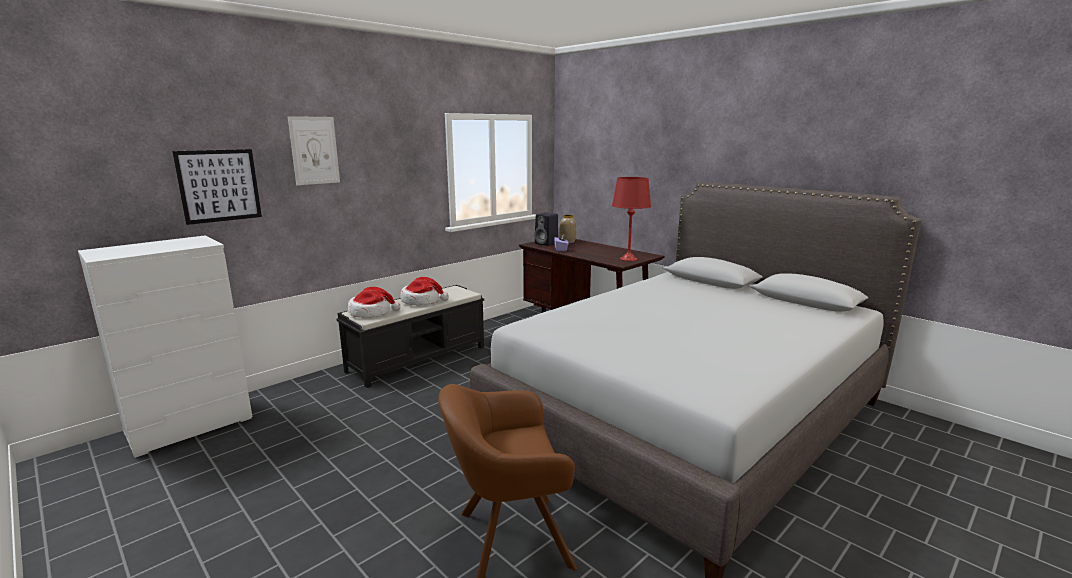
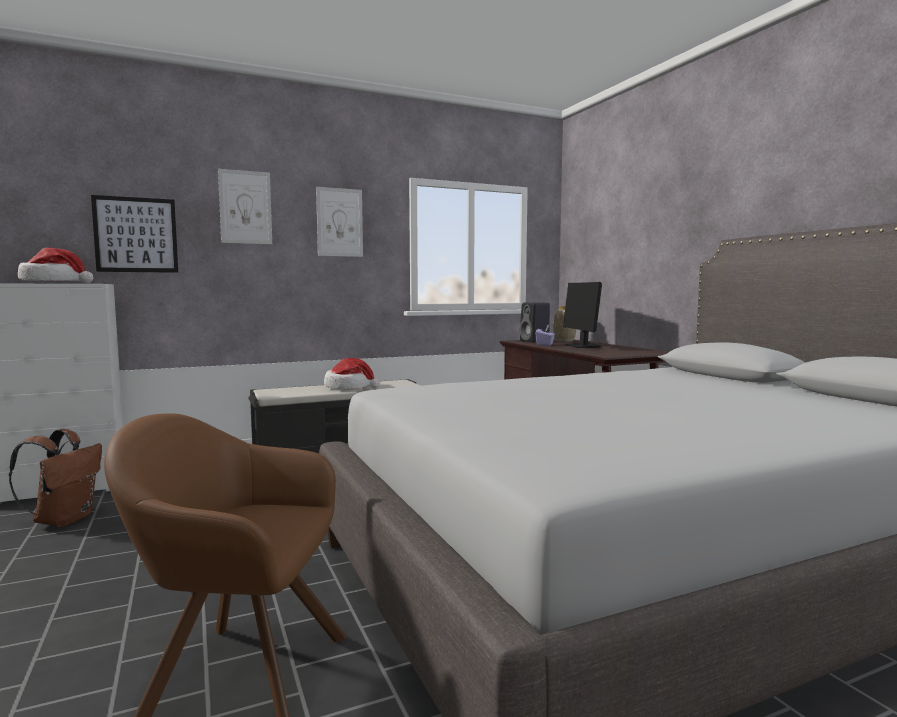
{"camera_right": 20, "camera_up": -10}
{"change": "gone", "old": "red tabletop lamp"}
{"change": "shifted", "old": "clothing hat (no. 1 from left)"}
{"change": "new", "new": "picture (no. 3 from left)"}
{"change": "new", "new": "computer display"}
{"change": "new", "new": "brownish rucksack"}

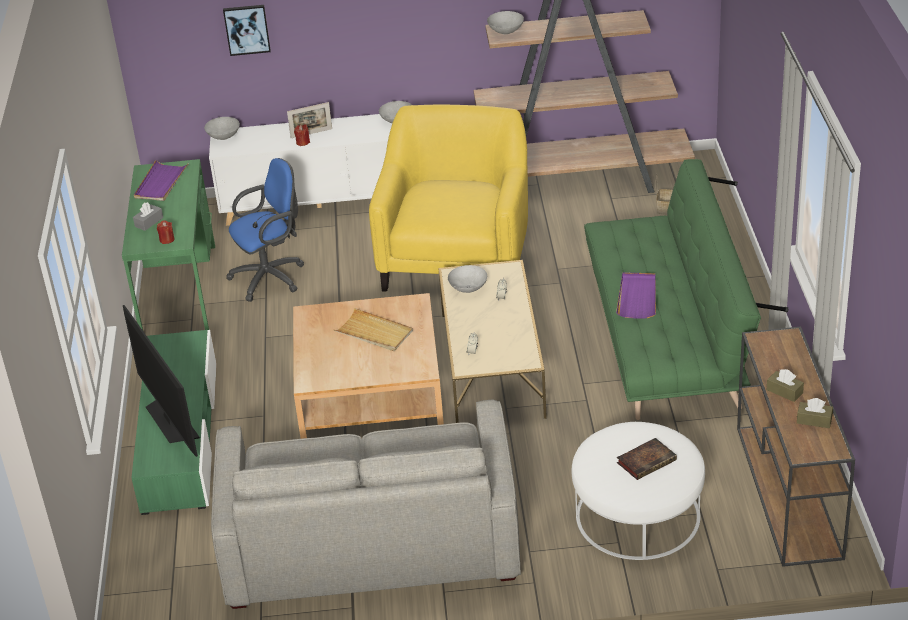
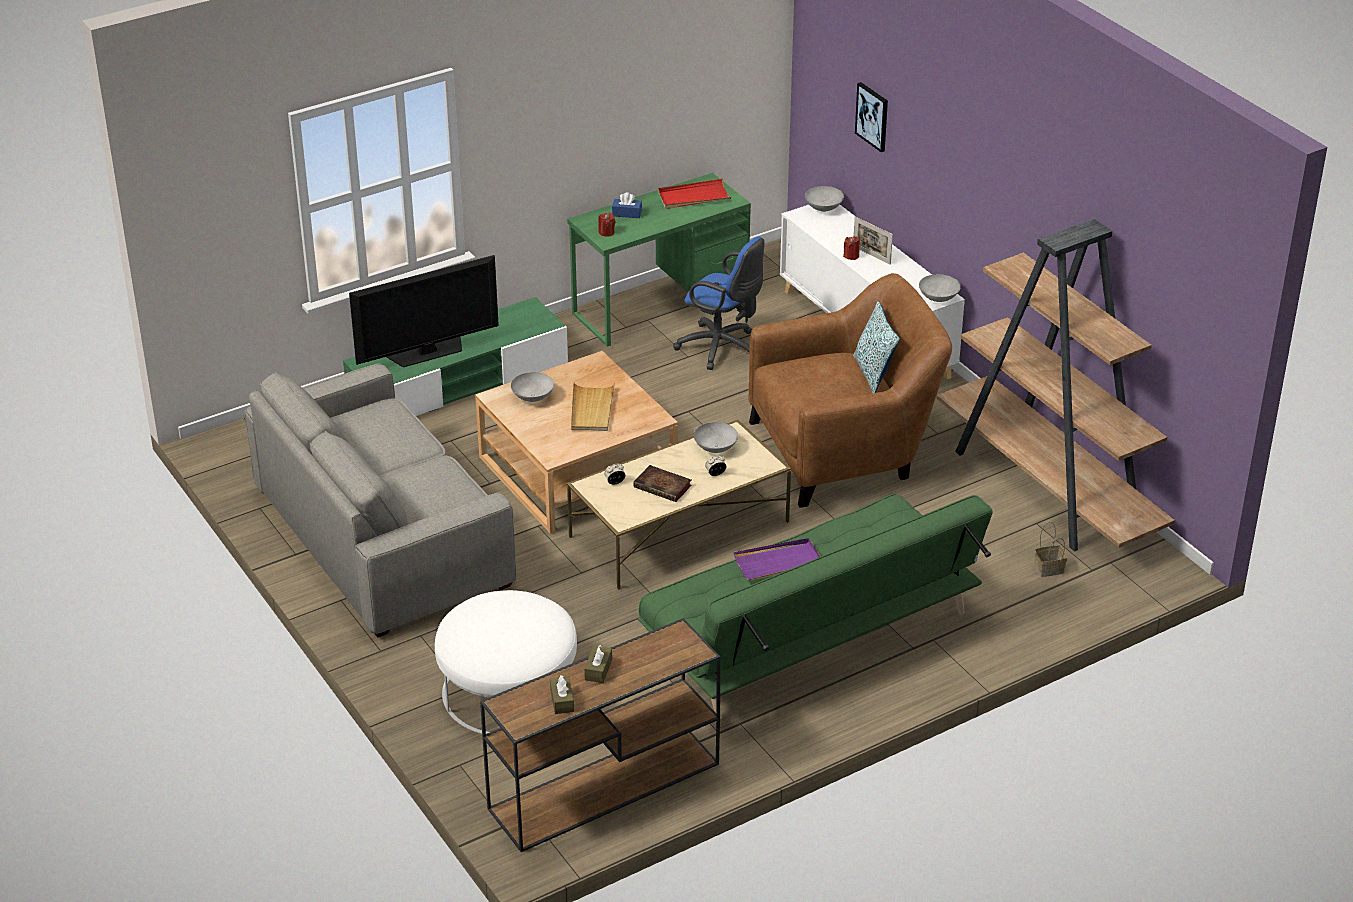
{"camera_right": 60, "camera_up": 0}
{"change": "shifted", "old": "gray deep dish (no. 4 from left in the first image)", "new": "gray deep dish (no. 1 from left)"}
{"change": "repainted", "old": "yellowish armchair", "new": "brownish armchair"}
{"change": "repainted", "old": "purplish serving tray (no. 1 from left)", "new": "red serving tray"}
{"change": "repainted", "old": "gray tissue box", "new": "blue-coloured tissue box"}
{"change": "rotated", "old": "TV", "degrees": -150}
{"change": "shifted", "old": "volume"}
{"change": "new", "new": "throw pillow"}

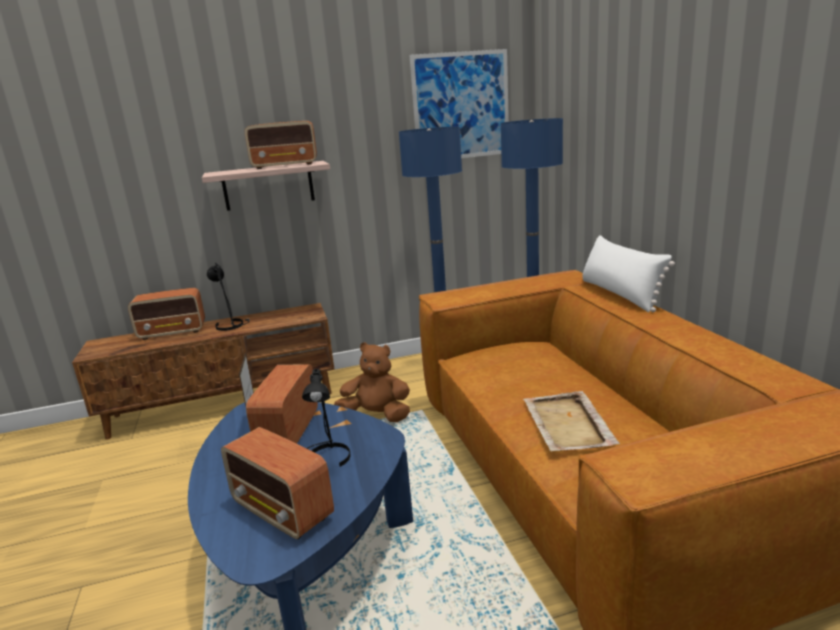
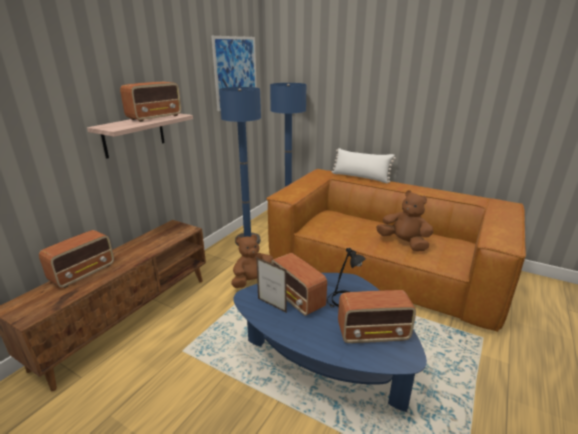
{"camera_right": -45, "camera_up": 5}
{"change": "gone", "old": "black-coloured tabletop lamp (no. 1 from left)"}
{"change": "swapped", "old": "sand-coloured serving tray", "new": "brownish plush toy (no. 2 from left)"}

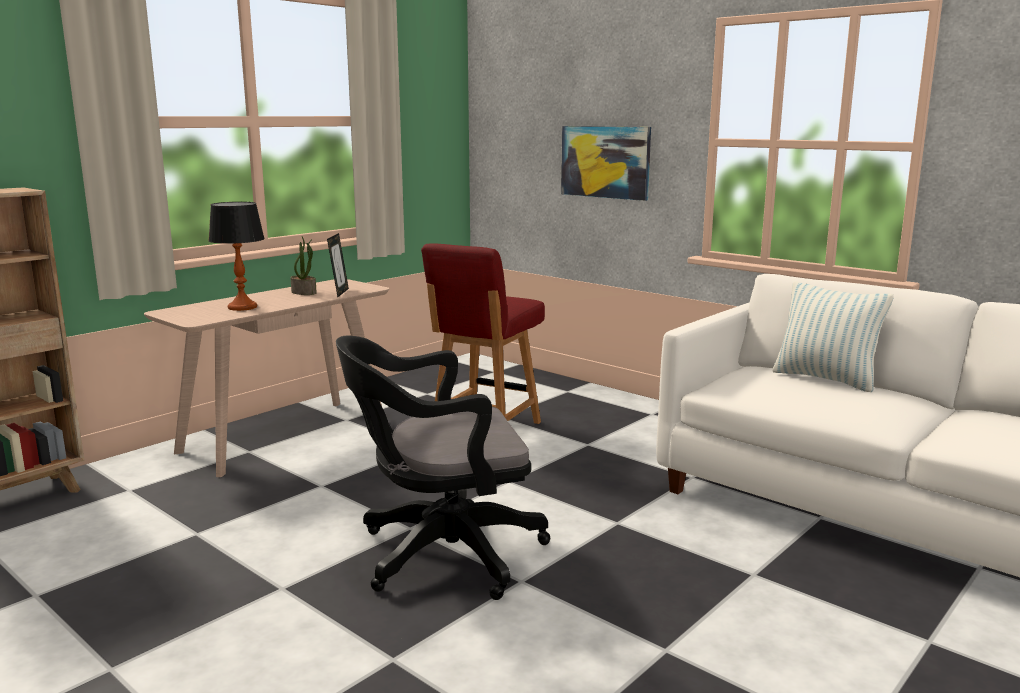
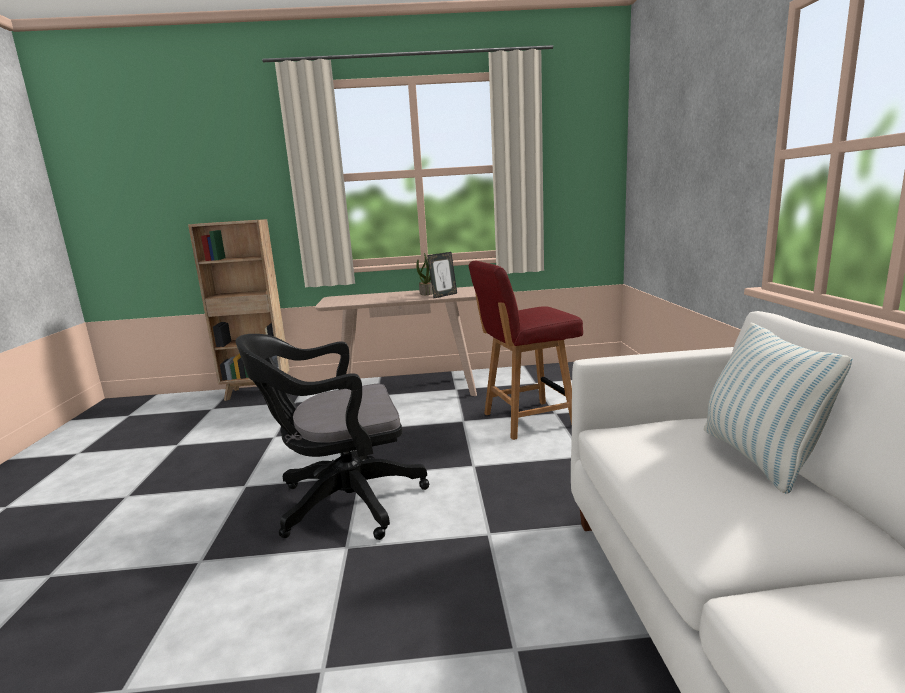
{"camera_right": 45, "camera_up": 0}
{"change": "gone", "old": "picture"}
{"change": "gone", "old": "tabletop lamp"}
{"change": "rotated", "old": "black-coloured computer chair", "degrees": -45}

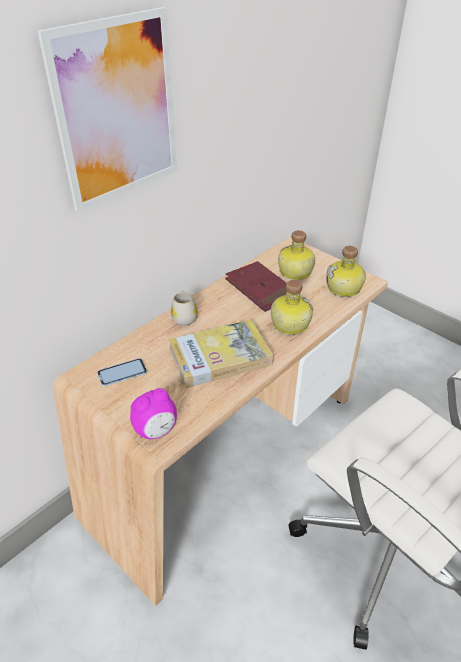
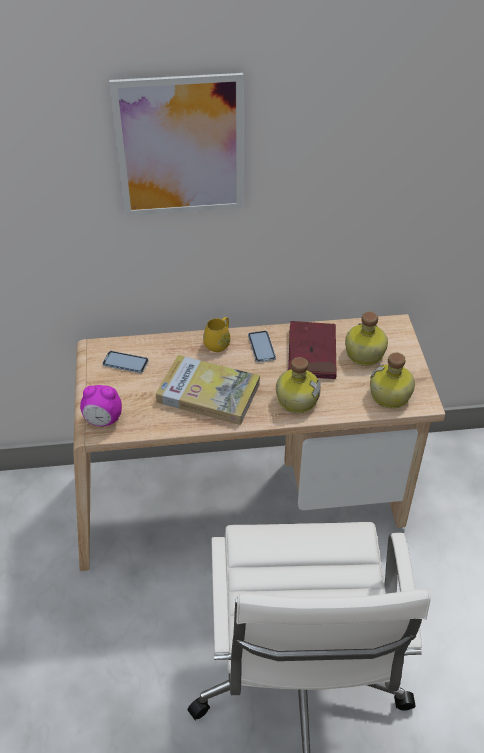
{"camera_right": 40, "camera_up": 5}
{"change": "repainted", "old": "white tea mug", "new": "yellowish tea mug"}
{"change": "new", "new": "telephone (no. 2 from left)"}

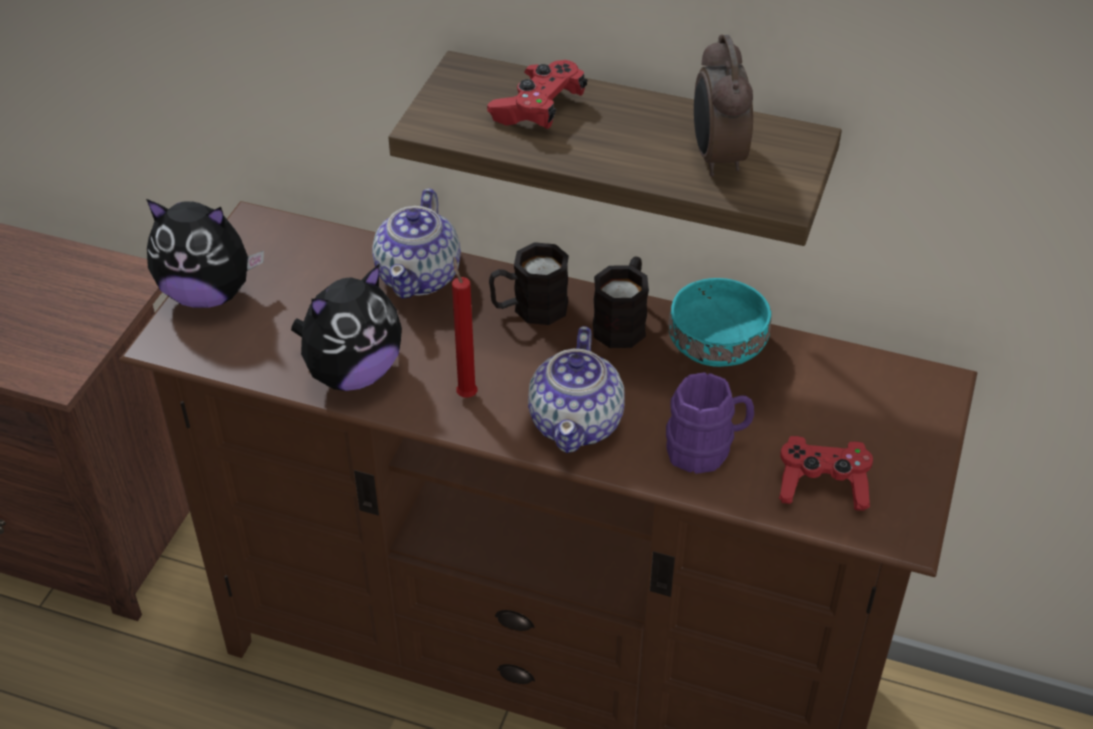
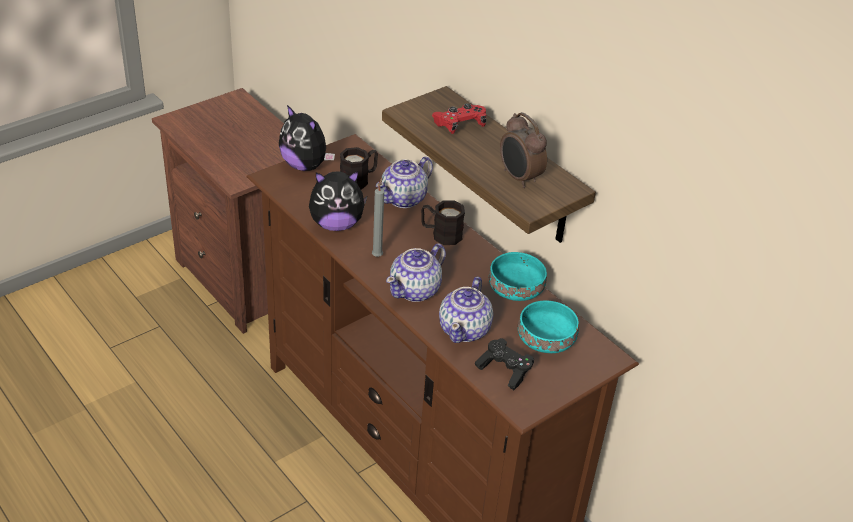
{"camera_right": 30, "camera_up": -5}
{"change": "rotated", "old": "bedside clock", "degrees": -60}
{"change": "repainted", "old": "red wax light", "new": "gray wax light"}
{"change": "shifted", "old": "black-coloured tea mug (no. 2 from left in the first image)", "new": "black-coloured tea mug (no. 1 from left)"}
{"change": "swapped", "old": "purplish tea mug", "new": "teapot (no. 3 from left)"}
{"change": "repainted", "old": "red gamepad (no. 2 from left)", "new": "black-coloured gamepad"}
{"change": "new", "new": "turquoise deep dish (no. 2 from left)"}

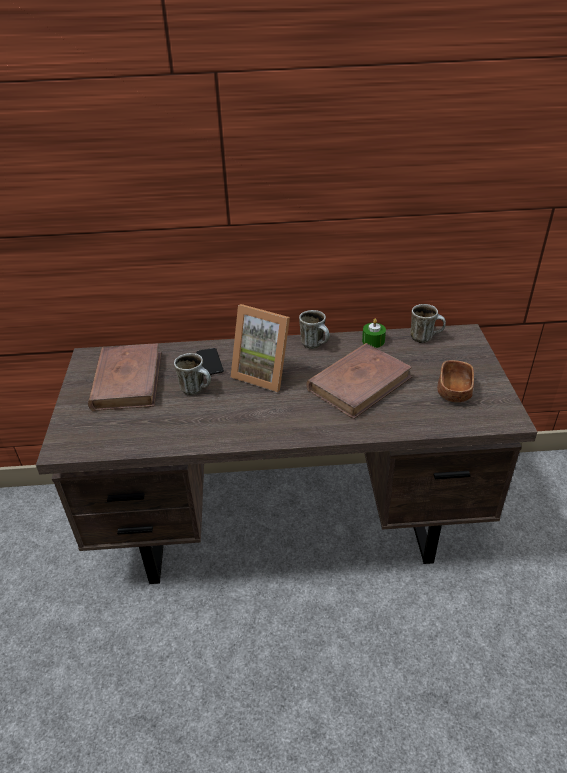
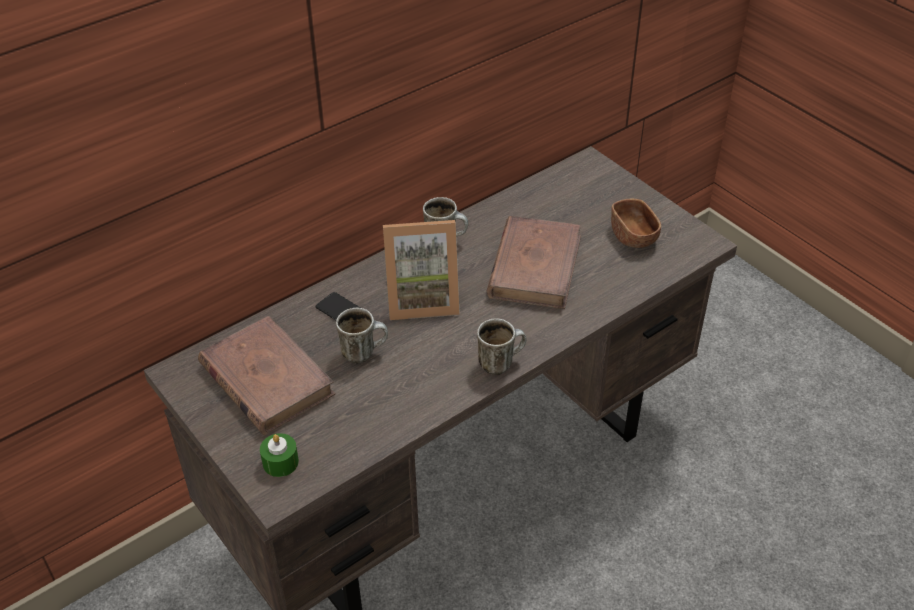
{"camera_right": -35, "camera_up": 5}
{"change": "shifted", "old": "tea mug (no. 3 from left)"}
{"change": "shifted", "old": "green wax light"}

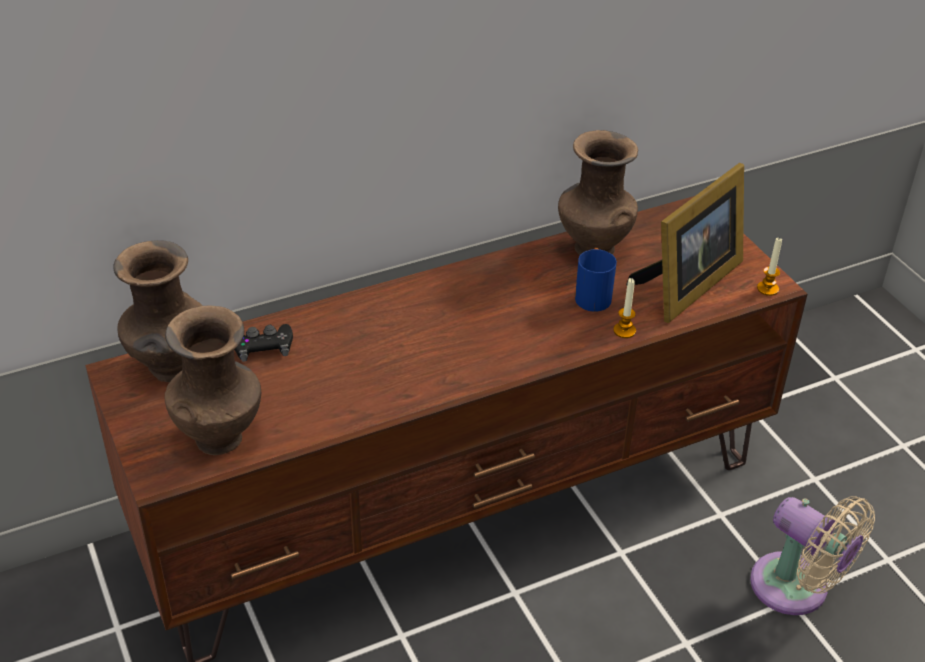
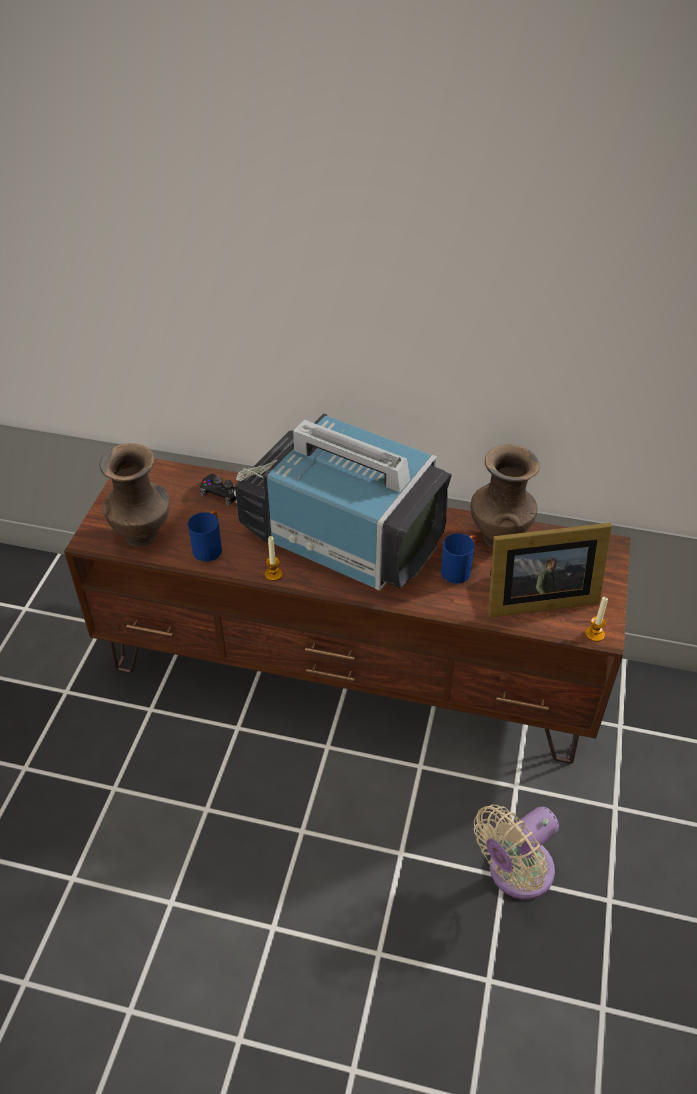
{"camera_right": 40, "camera_up": 5}
{"change": "gone", "old": "brownish decorative vase (no. 1 from left)"}
{"change": "shifted", "old": "wax light (no. 1 from left)"}
{"change": "rotated", "old": "sand-coloured fan", "degrees": 60}
{"change": "new", "new": "TV"}
{"change": "new", "new": "blue-coloured tea mug (no. 1 from left)"}

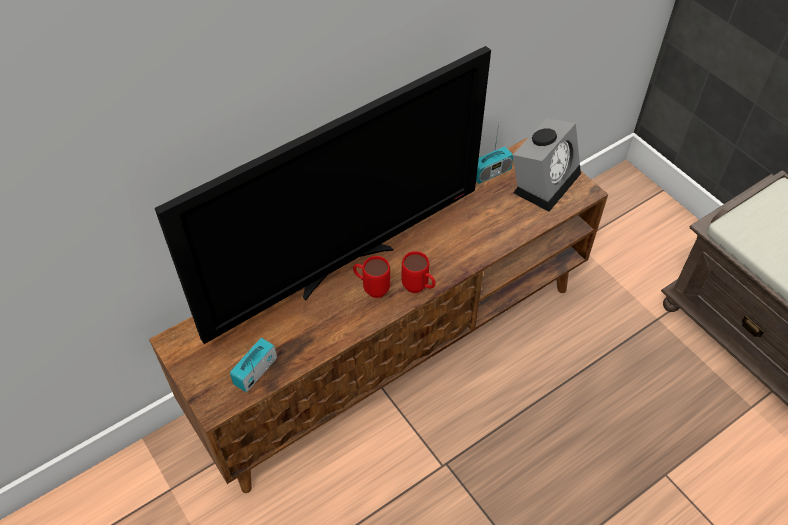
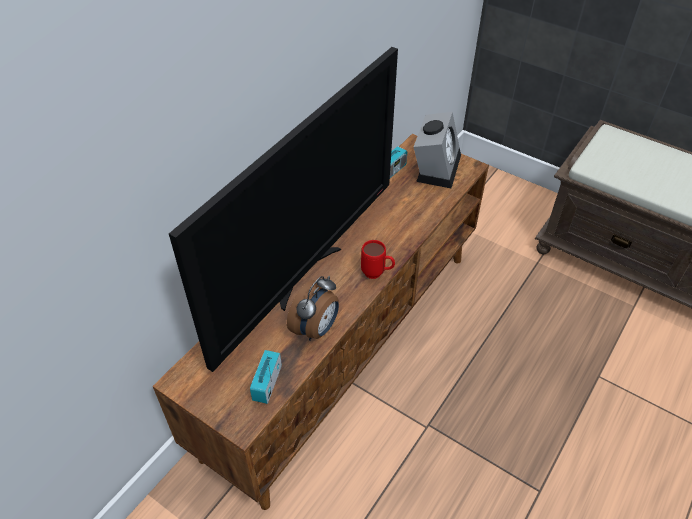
{"camera_right": -20, "camera_up": -5}
{"change": "gone", "old": "red tea mug (no. 1 from left)"}
{"change": "new", "new": "bedside clock (no. 1 from left)"}

